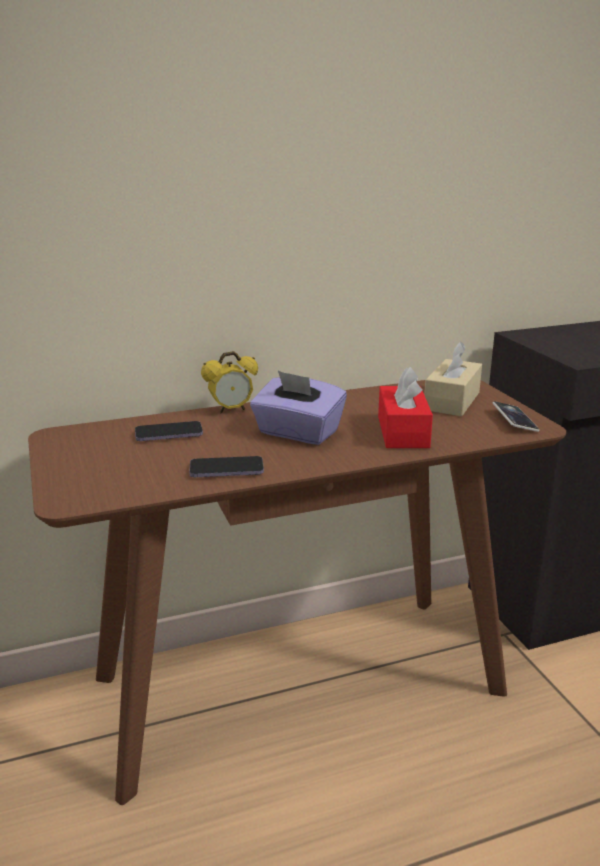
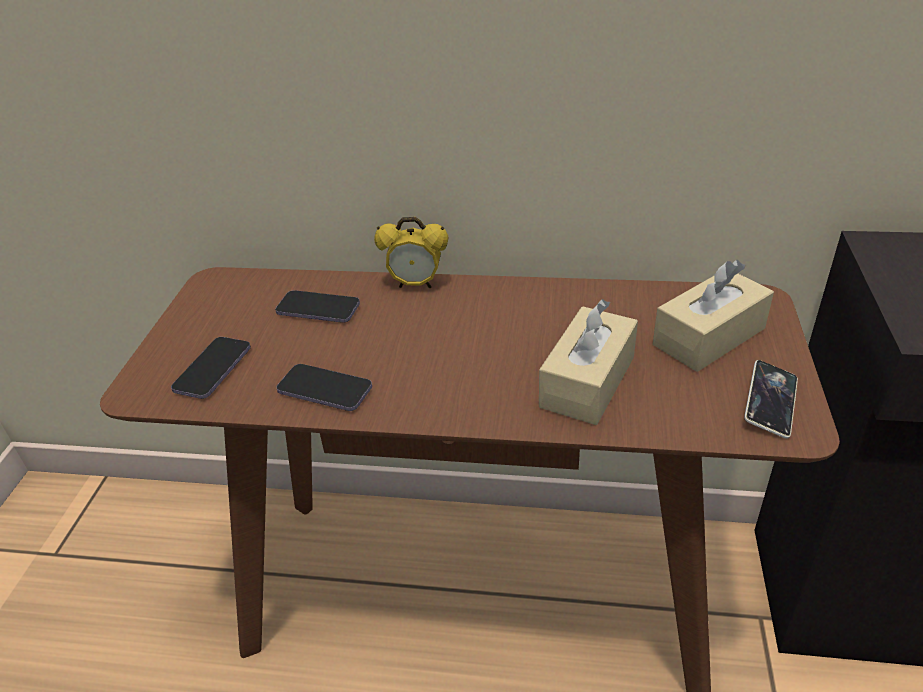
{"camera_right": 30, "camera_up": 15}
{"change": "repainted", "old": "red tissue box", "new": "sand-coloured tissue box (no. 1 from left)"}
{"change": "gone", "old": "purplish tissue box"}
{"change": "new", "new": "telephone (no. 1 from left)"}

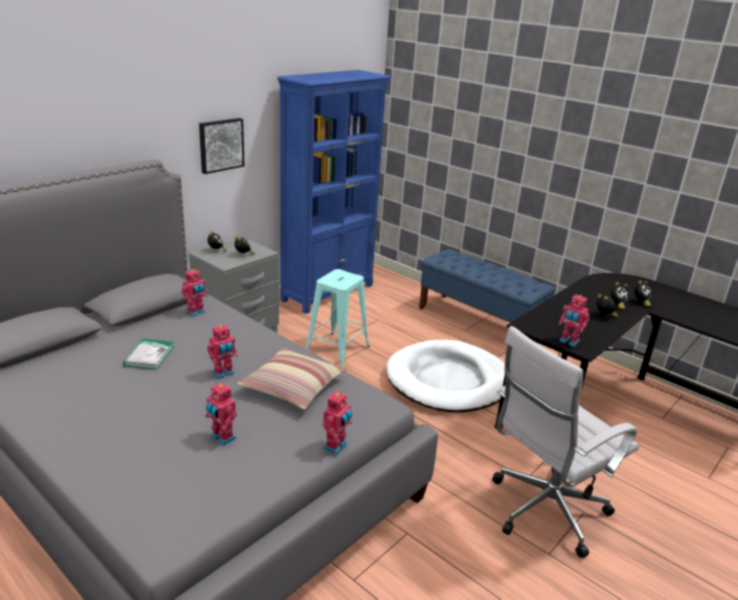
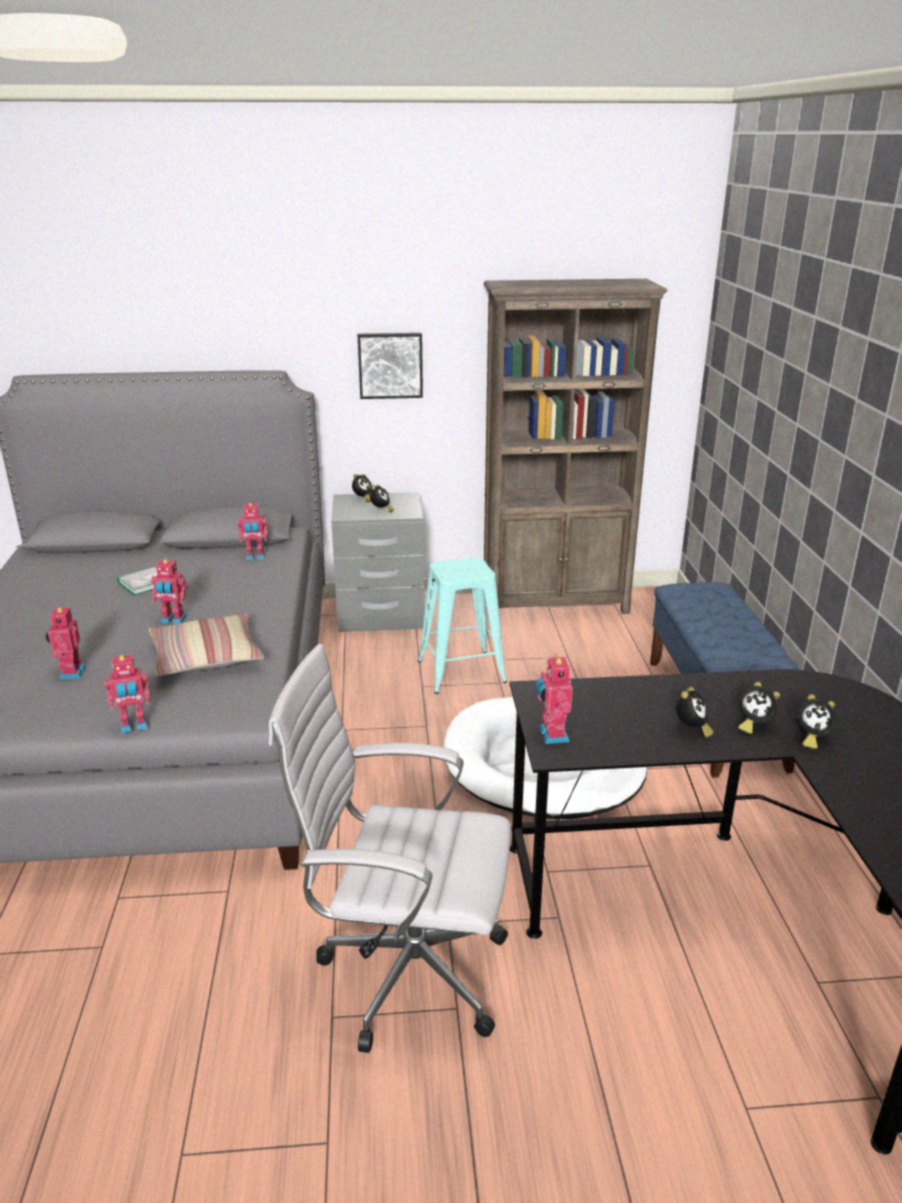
{"camera_right": 45, "camera_up": 0}
{"change": "repainted", "old": "blue-coloured shelving unit", "new": "brownish shelving unit"}

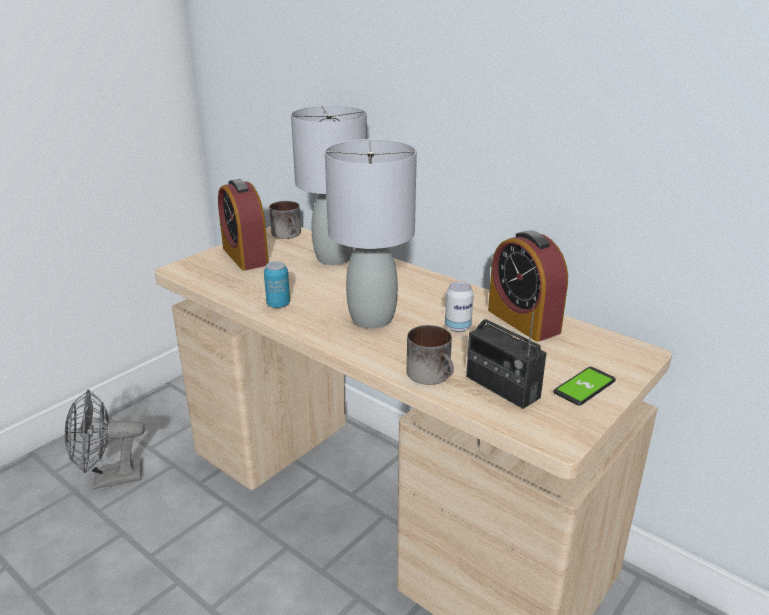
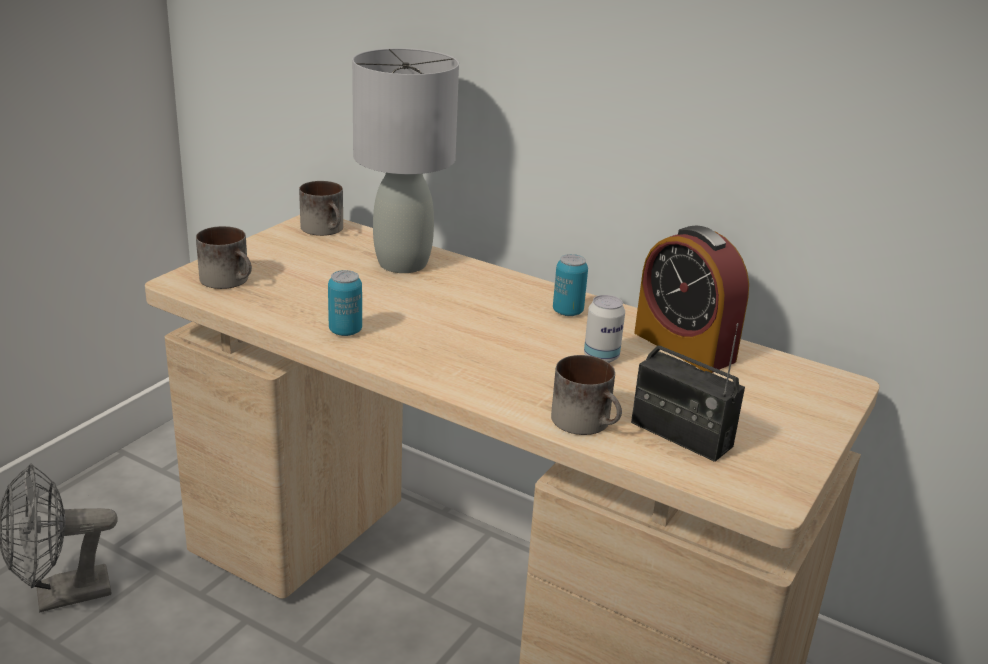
{"camera_right": -10, "camera_up": 0}
{"change": "gone", "old": "gray tabletop lamp (no. 2 from left)"}
{"change": "gone", "old": "bedside clock (no. 1 from left)"}
{"change": "gone", "old": "telephone"}
{"change": "new", "new": "tea mug (no. 1 from left)"}
{"change": "new", "new": "sealed can (no. 2 from left)"}

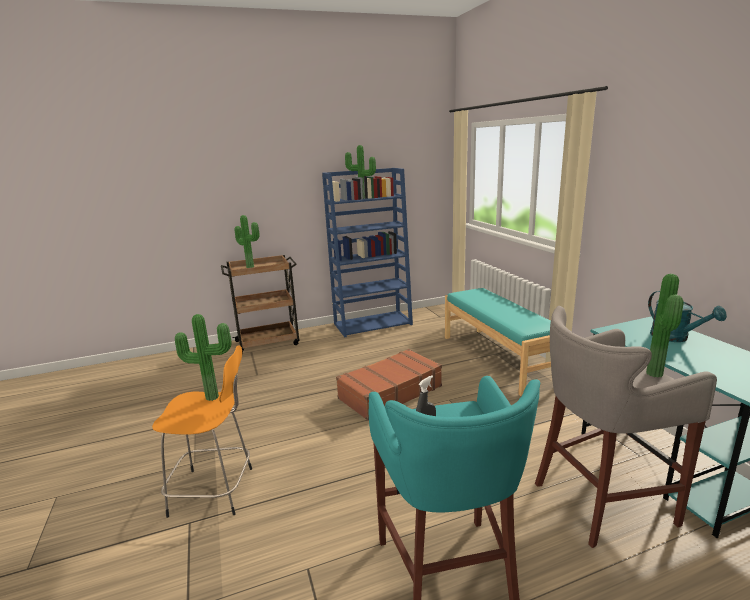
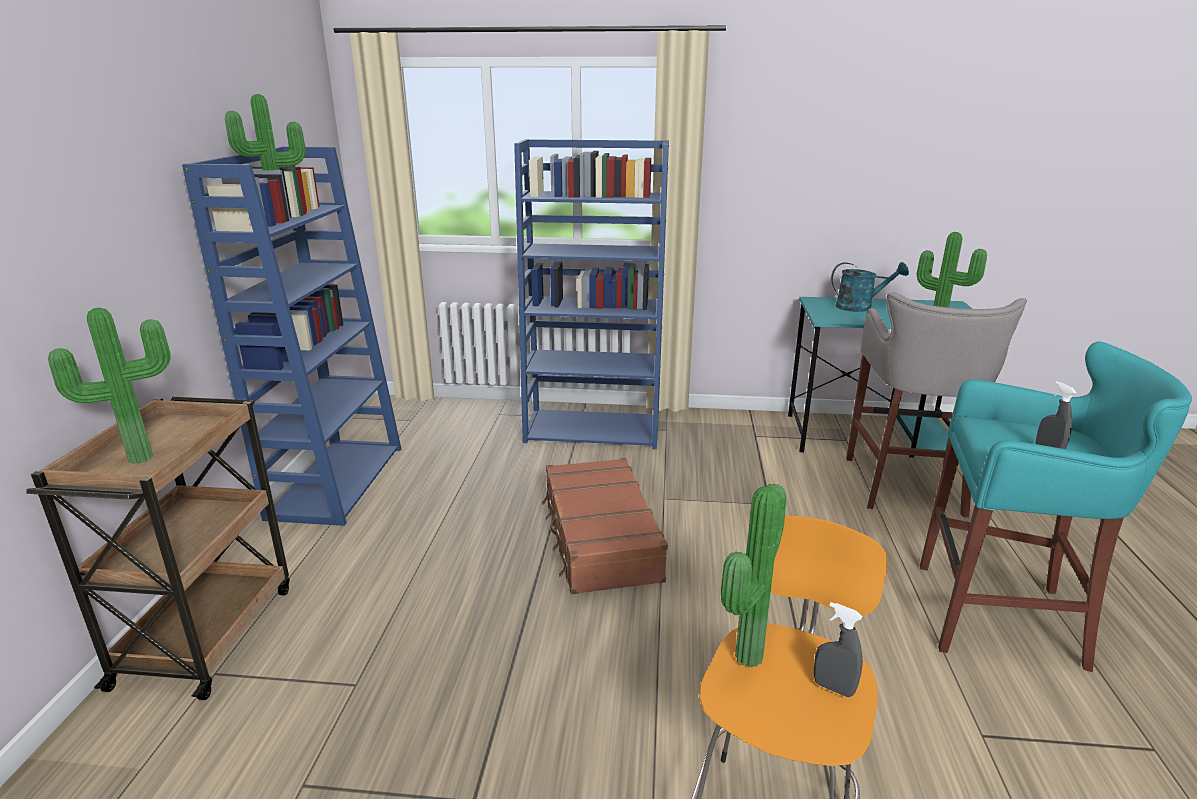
{"camera_right": -65, "camera_up": 5}
{"change": "swapped", "old": "turquoise indoor bench", "new": "blue-coloured shelving unit (no. 2 from left)"}
{"change": "new", "new": "gray hand sprayer (no. 1 from left)"}

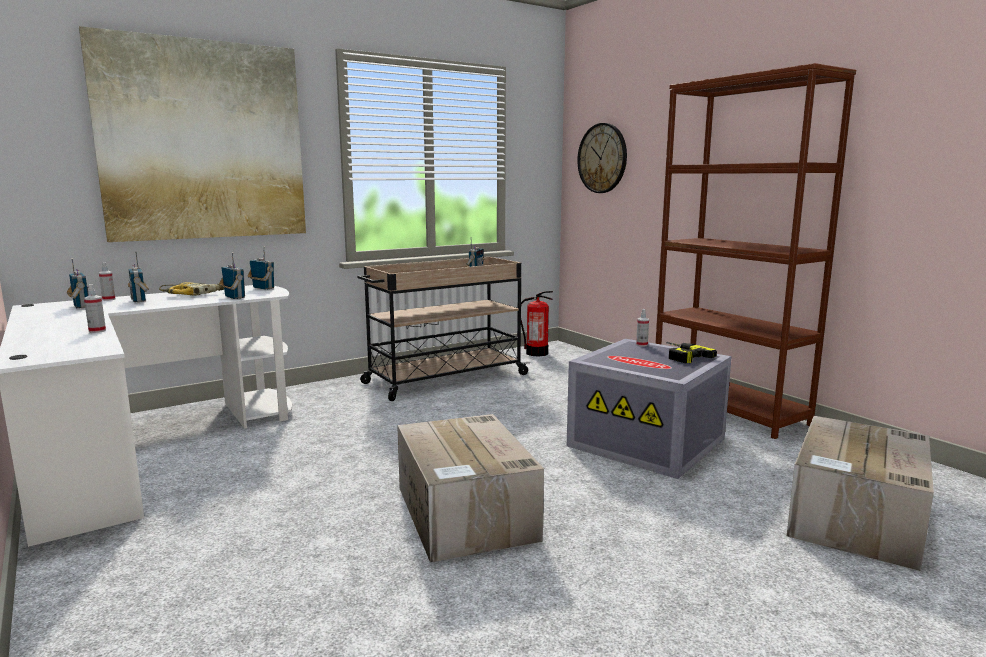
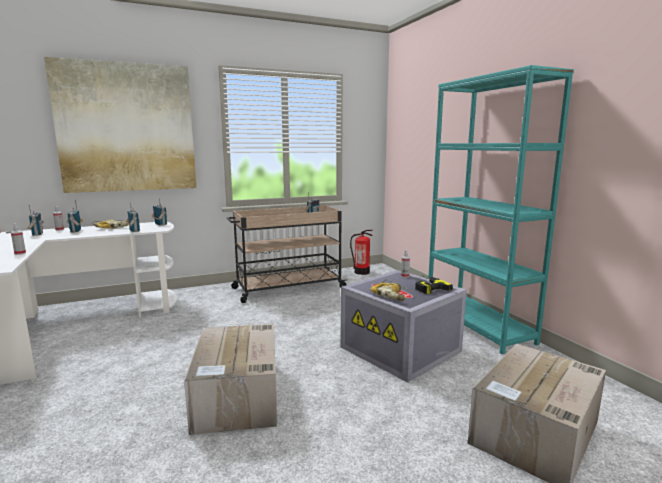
{"camera_right": 10, "camera_up": 0}
{"change": "repainted", "old": "brownish shelving unit", "new": "turquoise shelving unit"}
{"change": "gone", "old": "clock on the wall"}
{"change": "new", "new": "drill (no. 2 from left)"}

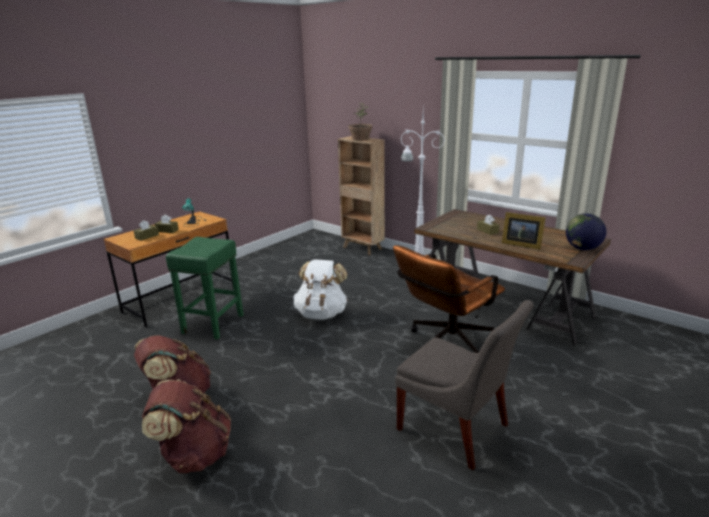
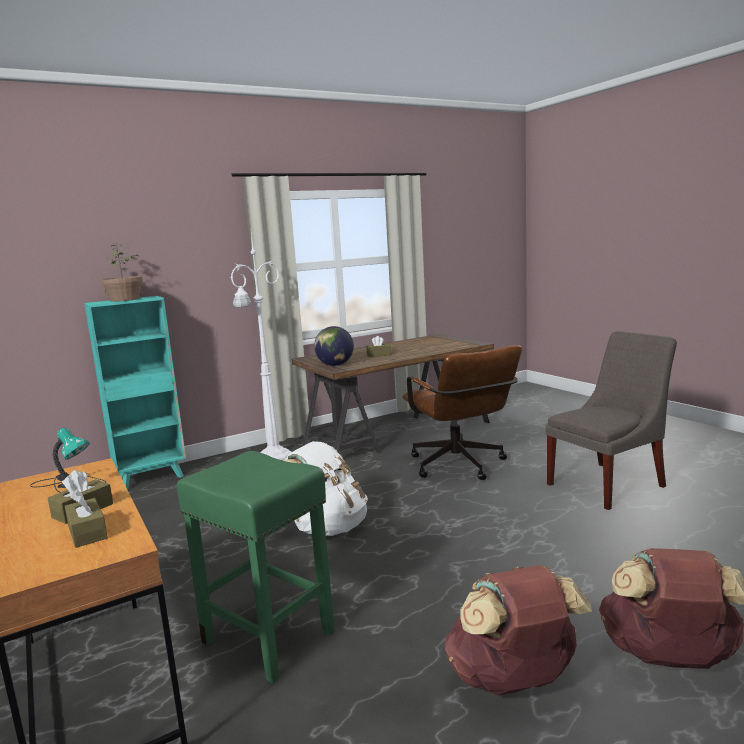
{"camera_right": -70, "camera_up": -10}
{"change": "repainted", "old": "brownish shelving unit", "new": "turquoise shelving unit"}
{"change": "gone", "old": "standing frame"}
{"change": "shifted", "old": "globe"}

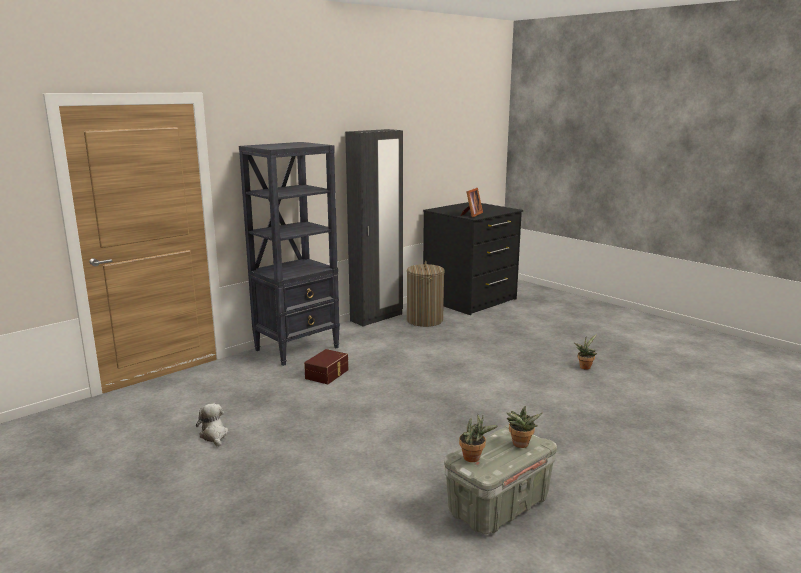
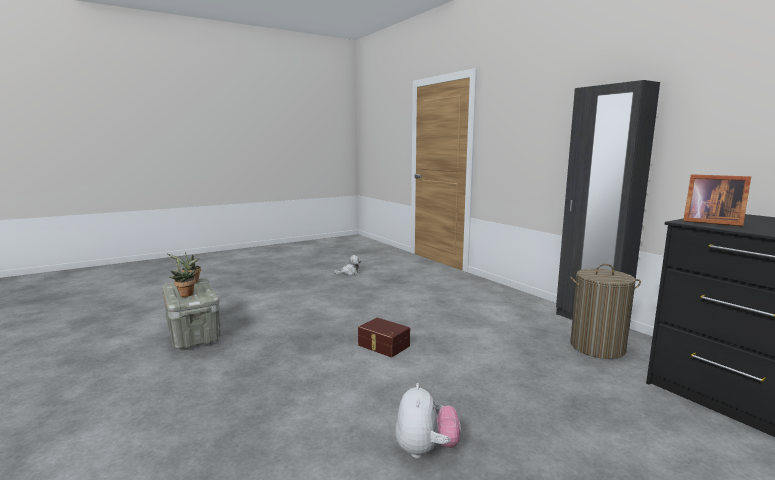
{"camera_right": 100, "camera_up": -5}
{"change": "gone", "old": "black-coloured shelving unit"}
{"change": "swapped", "old": "plant in a pot (no. 3 from left)", "new": "plush toy (no. 2 from left)"}
{"change": "shifted", "old": "brownish storage container"}

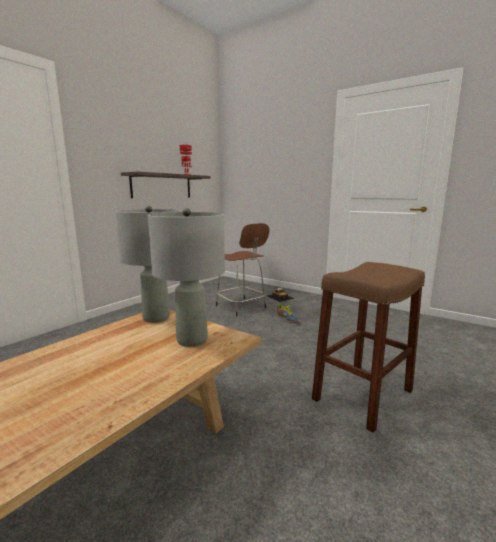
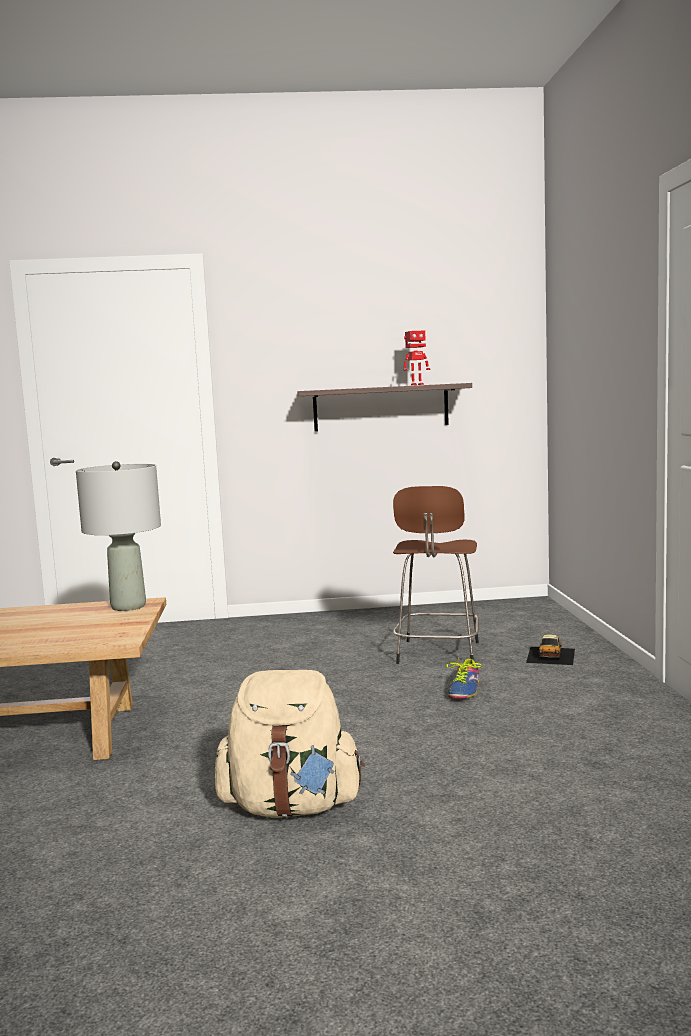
{"camera_right": 50, "camera_up": -5}
{"change": "gone", "old": "gray tabletop lamp (no. 2 from left)"}
{"change": "swapped", "old": "brownish stool (no. 2 from left)", "new": "sand-coloured rucksack"}

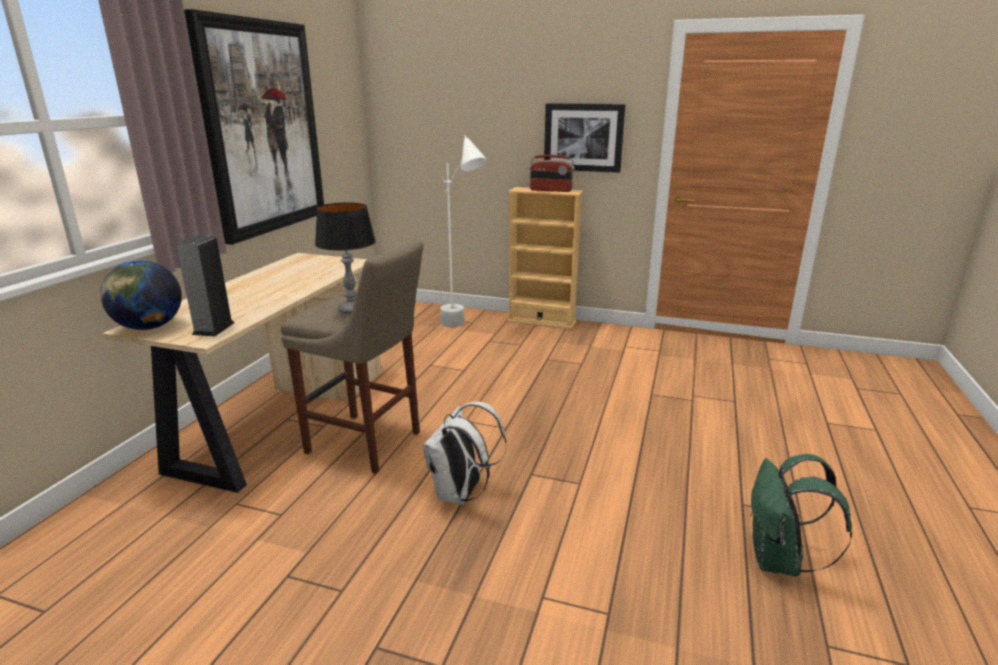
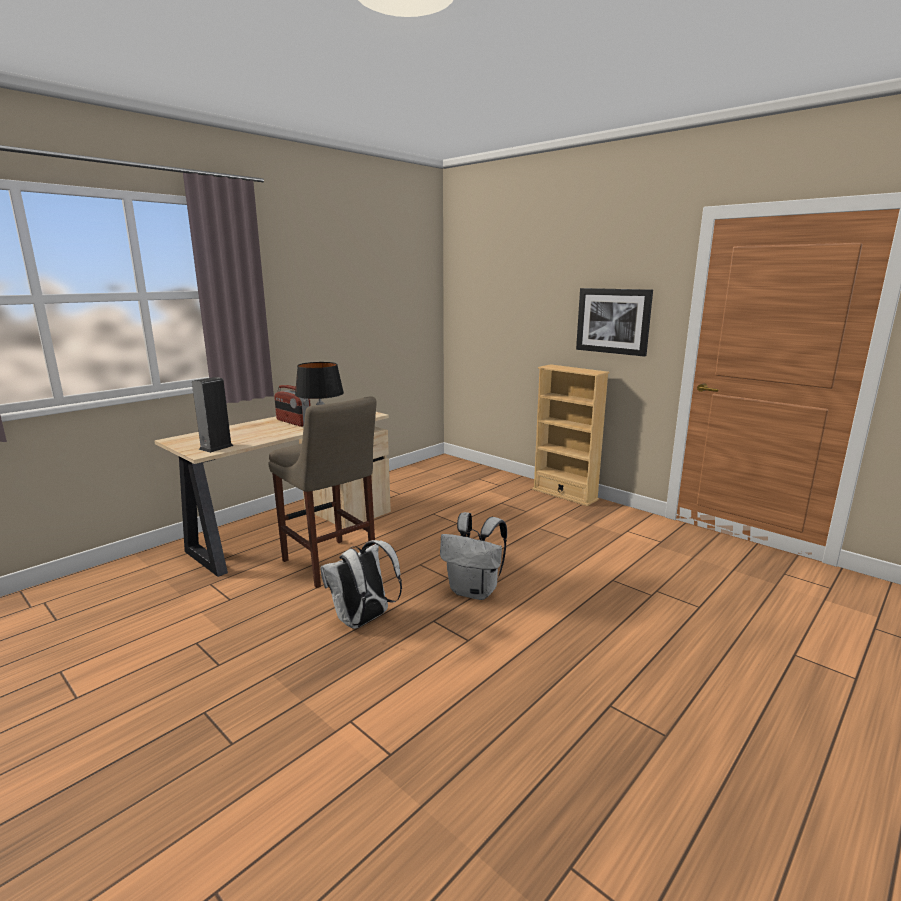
{"camera_right": 25, "camera_up": -5}
{"change": "gone", "old": "picture (no. 1 from left)"}
{"change": "gone", "old": "white standard lamp"}
{"change": "shifted", "old": "radio receiver"}
{"change": "gone", "old": "globe"}
{"change": "gone", "old": "green rucksack"}
{"change": "new", "new": "white rucksack (no. 2 from left)"}

